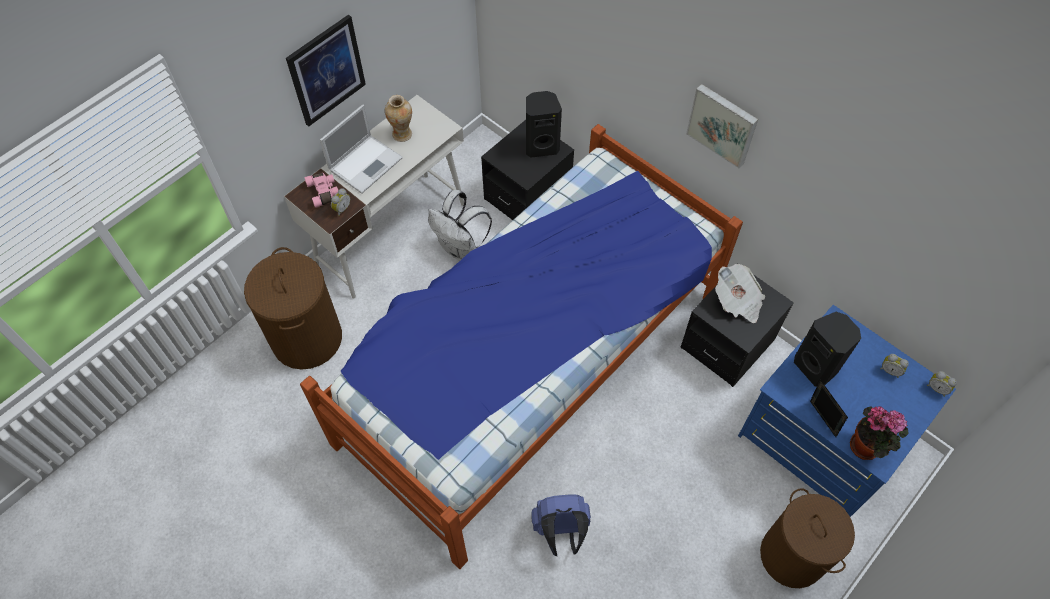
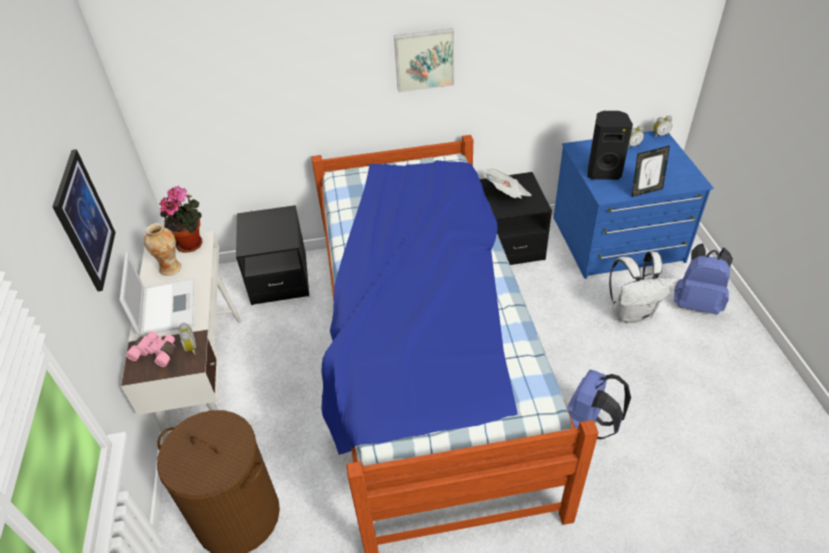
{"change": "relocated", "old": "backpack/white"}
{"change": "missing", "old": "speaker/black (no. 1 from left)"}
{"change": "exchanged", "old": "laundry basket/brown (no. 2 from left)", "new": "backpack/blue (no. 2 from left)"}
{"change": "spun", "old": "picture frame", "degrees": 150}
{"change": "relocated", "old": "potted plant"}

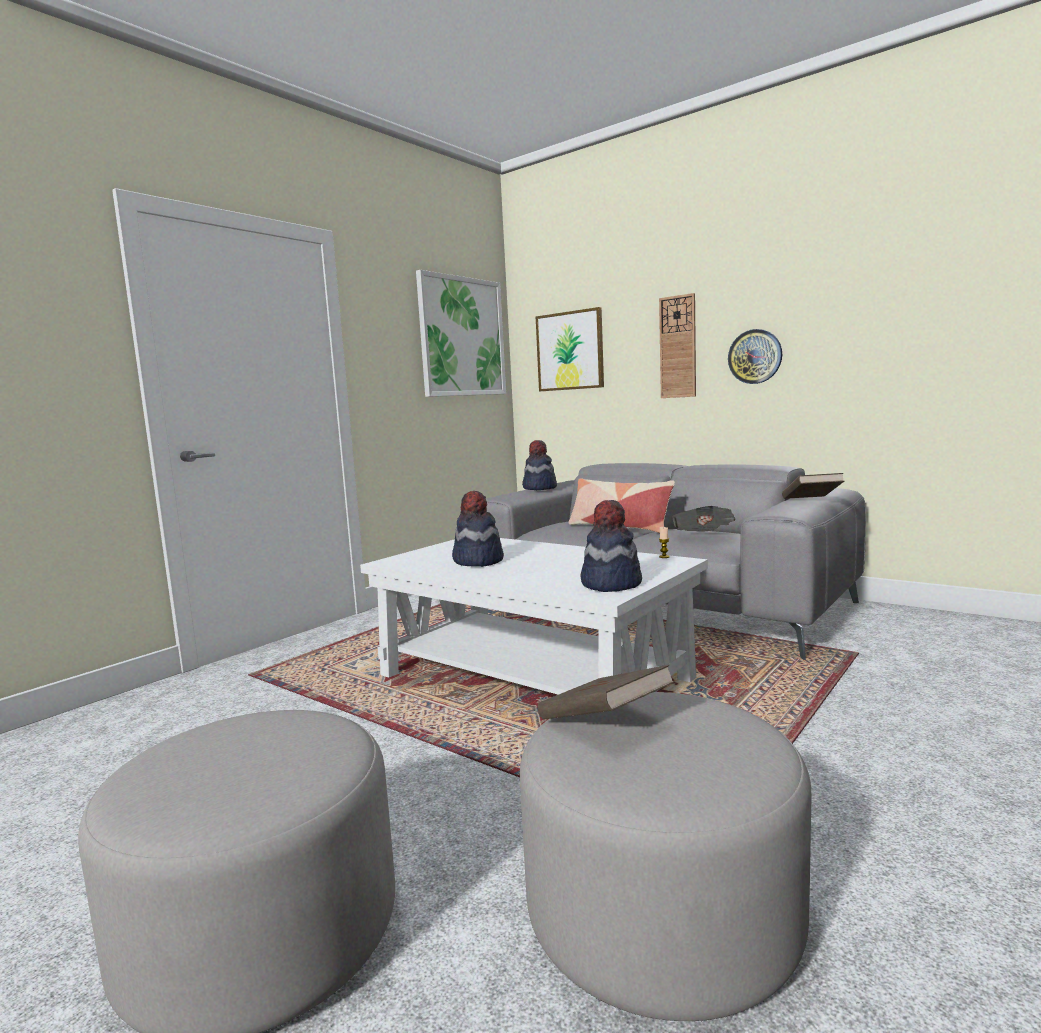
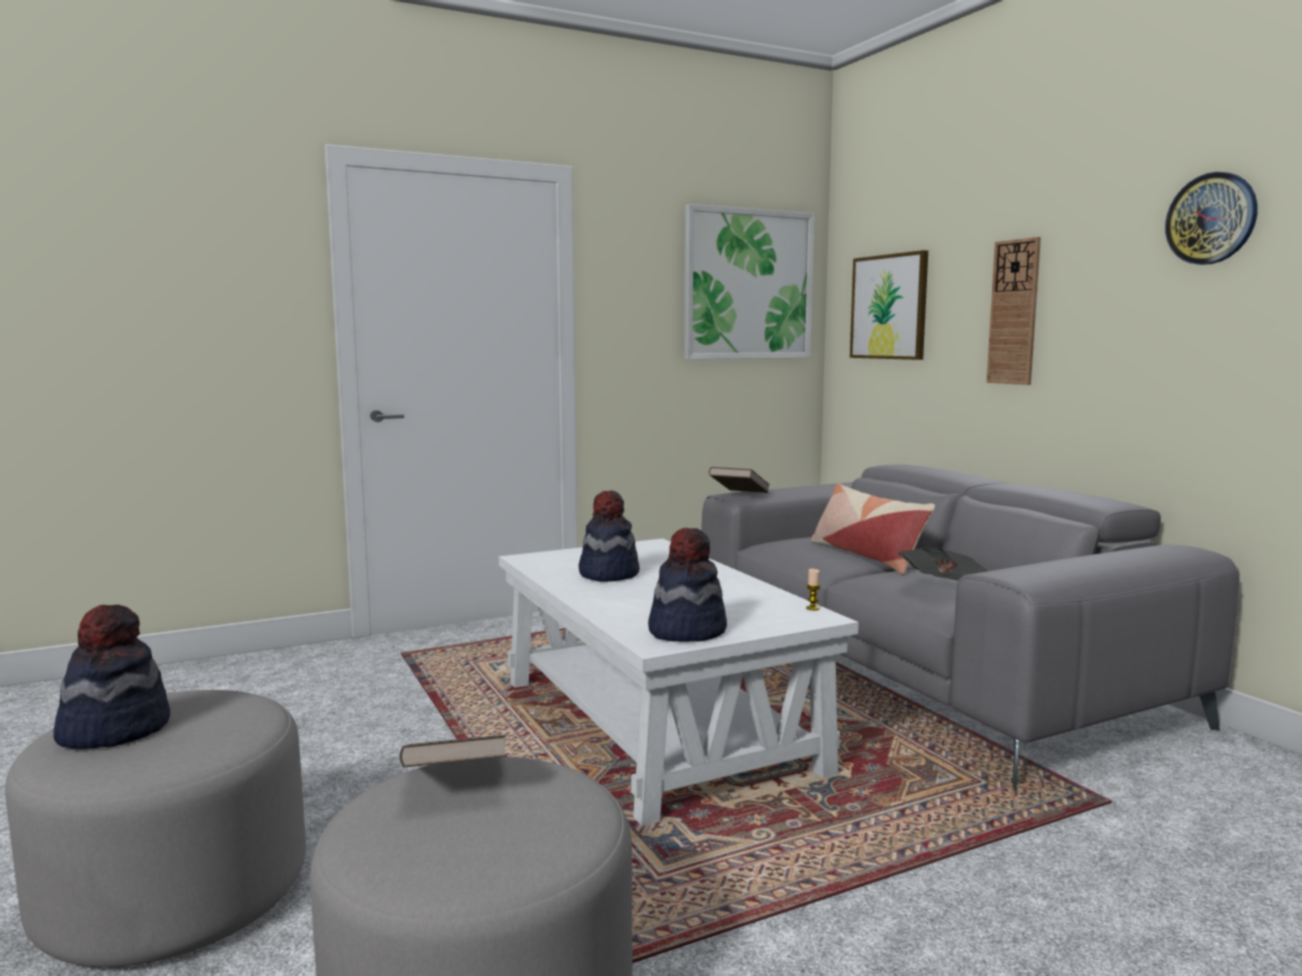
{"change": "relocated", "old": "hat (no. 2 from left in the first image)", "new": "hat (no. 1 from left)"}
{"change": "relocated", "old": "wall clock (no. 2 from left)"}
{"change": "relocated", "old": "book/brown (no. 2 from left)"}

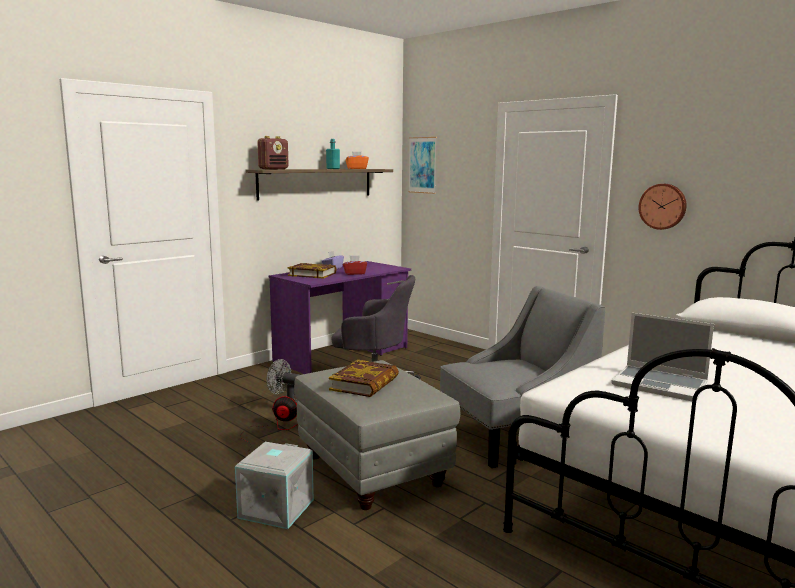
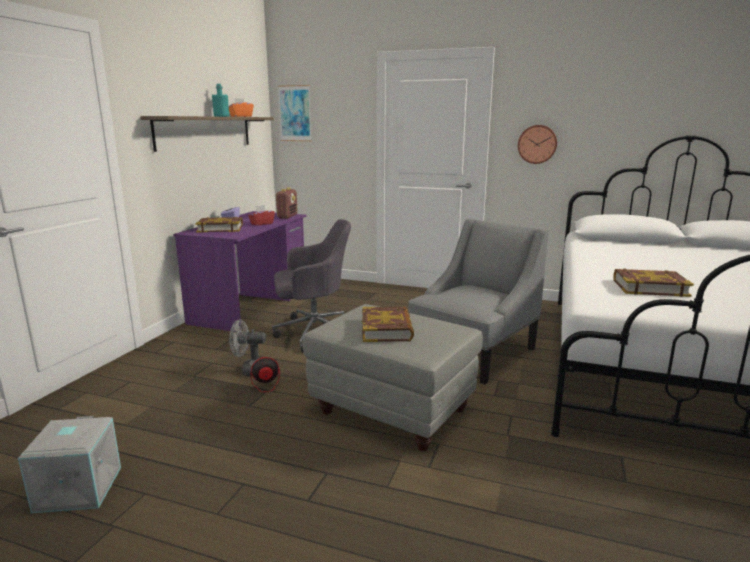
{"change": "relocated", "old": "storage box/grey"}
{"change": "relocated", "old": "radio"}
{"change": "exchanged", "old": "laptop", "new": "book (no. 3 from left)"}

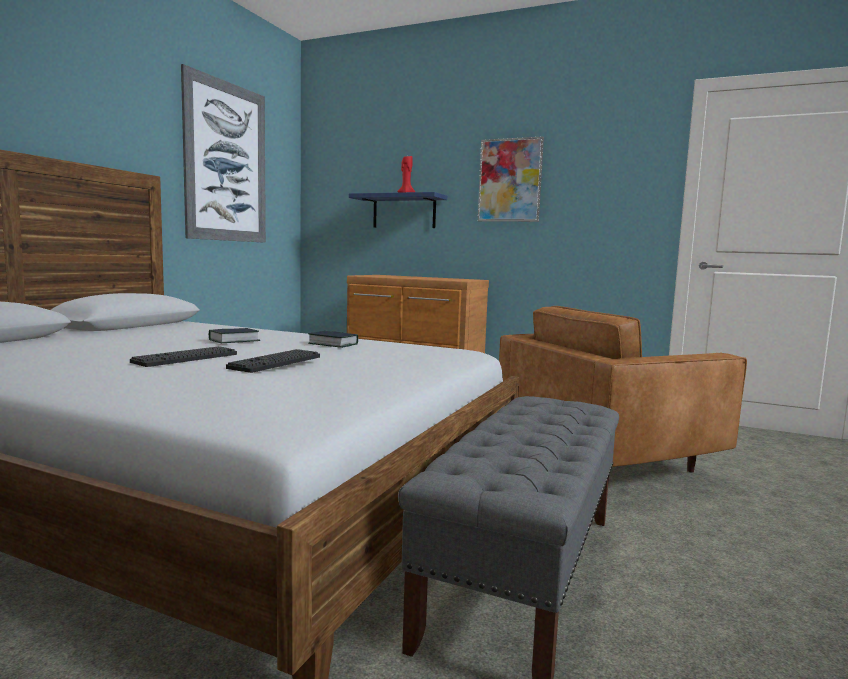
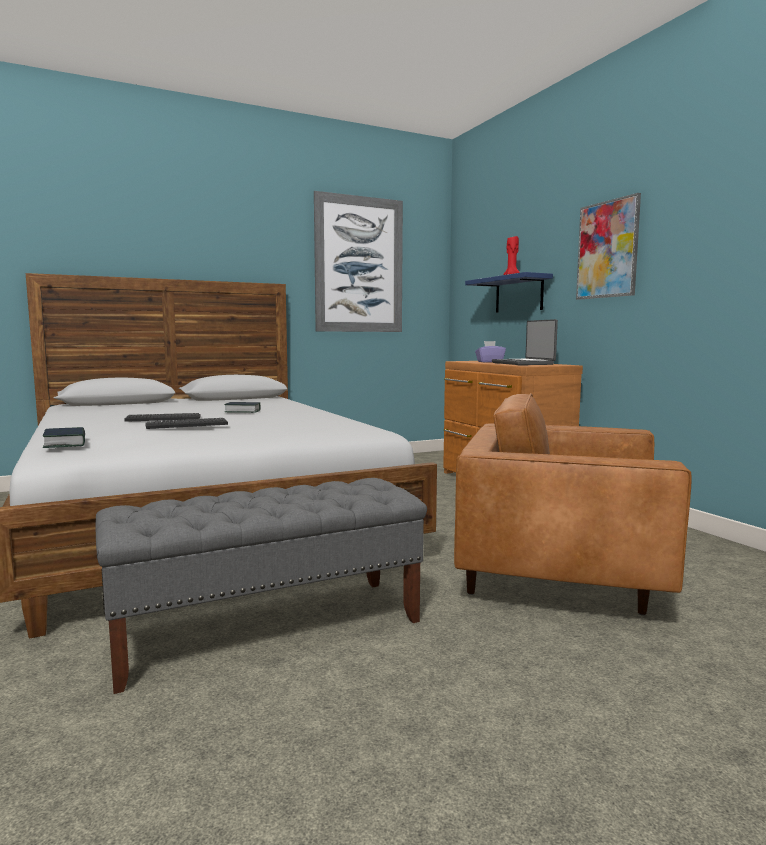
{"change": "relocated", "old": "book (no. 2 from left in the first image)", "new": "book (no. 1 from left)"}
{"change": "appeared", "new": "tissue box/purple"}
{"change": "appeared", "new": "laptop"}

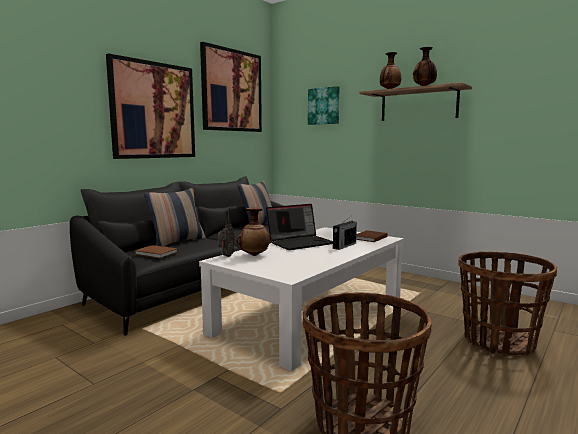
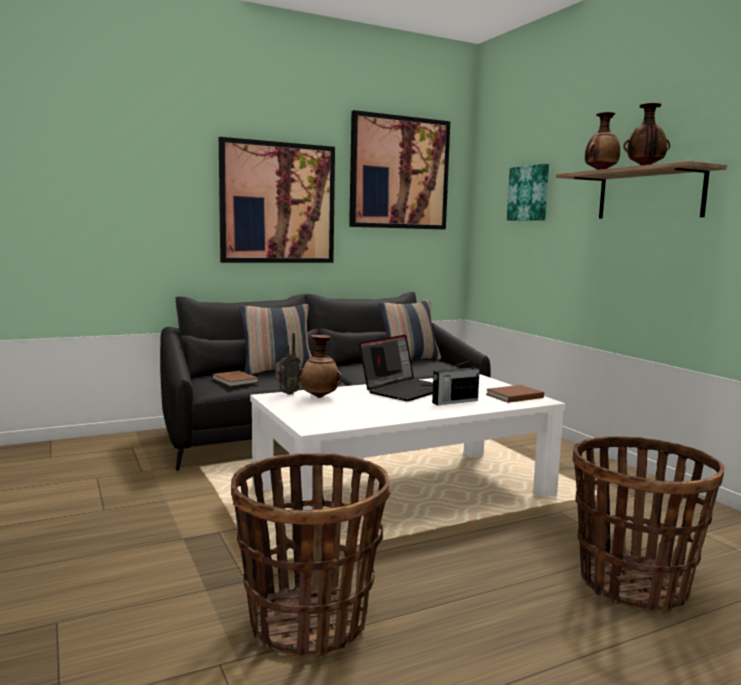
{"change": "spun", "old": "laptop", "degrees": -45}

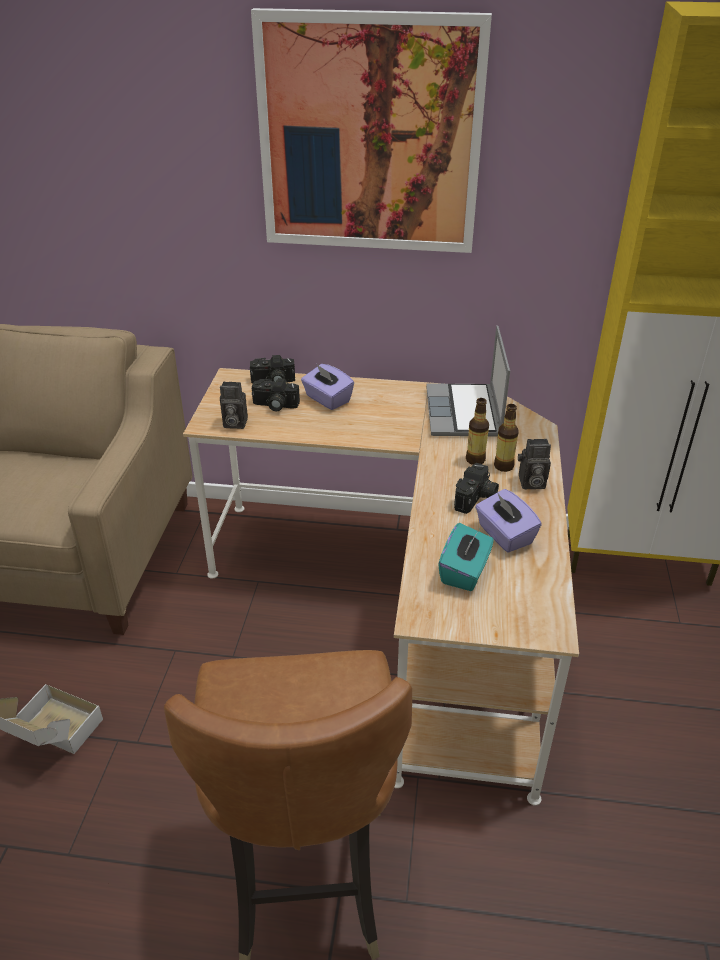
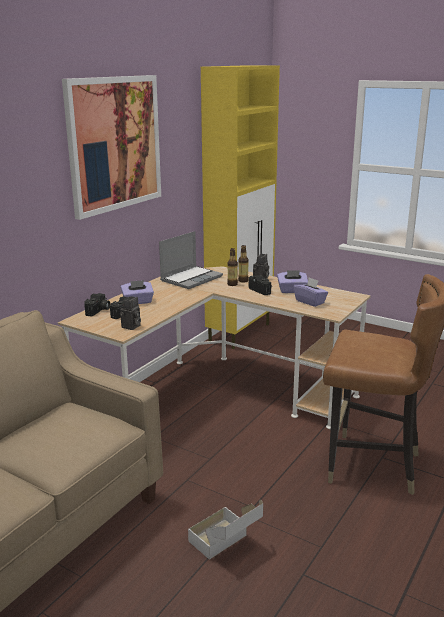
{"change": "spun", "old": "laptop", "degrees": -75}
{"change": "colour", "old": "tissue box/turquoise", "new": "tissue box/purple (no. 3 from left)"}

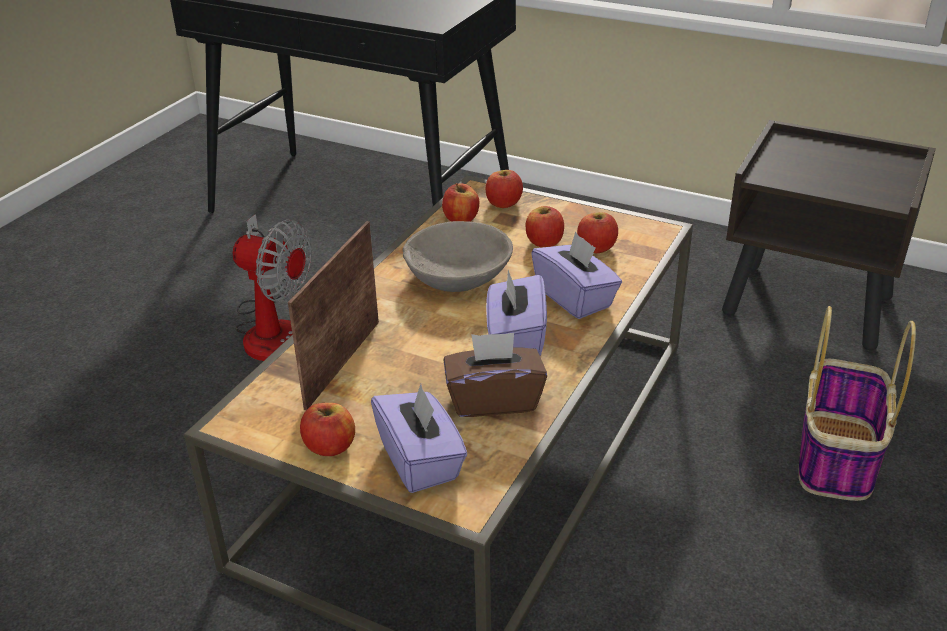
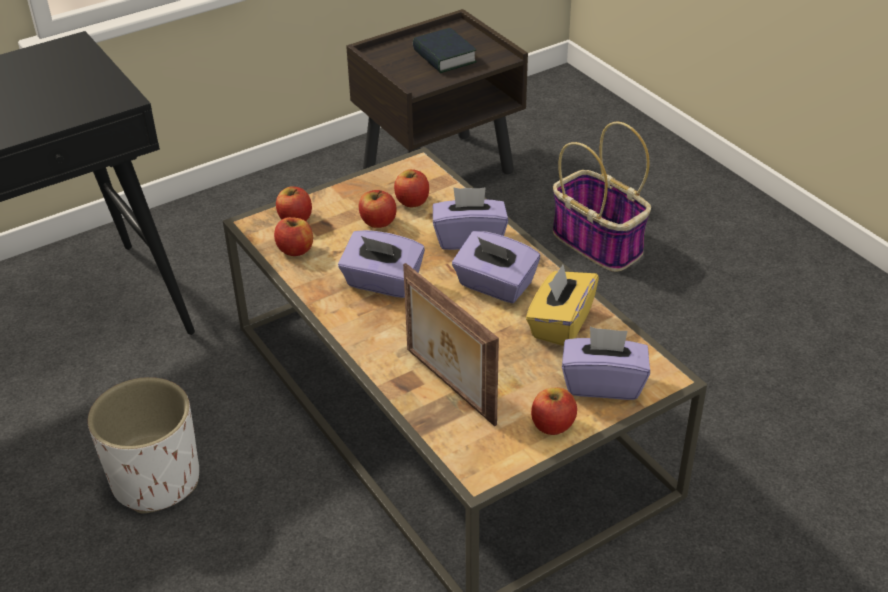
{"change": "exchanged", "old": "fan", "new": "planter/white"}
{"change": "exchanged", "old": "bowl/grey", "new": "tissue box/purple (no. 1 from left)"}
{"change": "colour", "old": "tissue box/brown", "new": "tissue box/yellow"}
{"change": "appeared", "new": "book"}

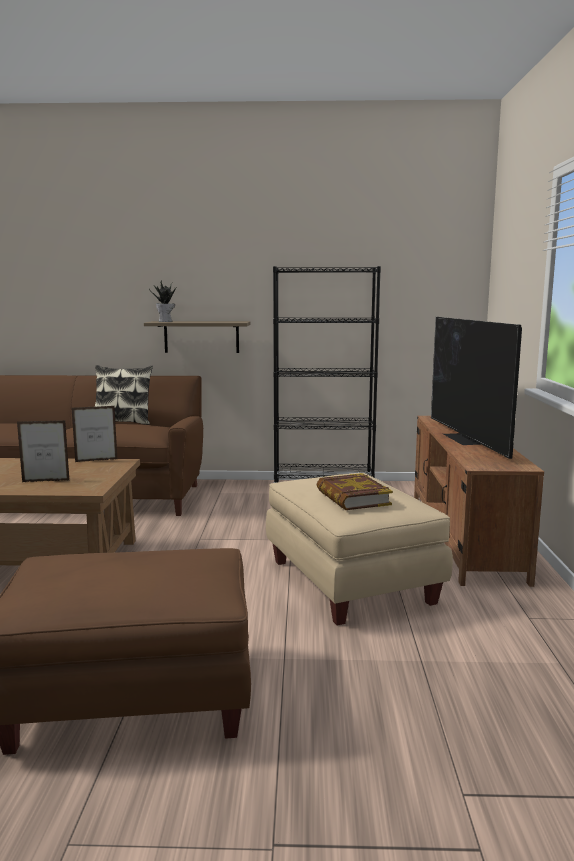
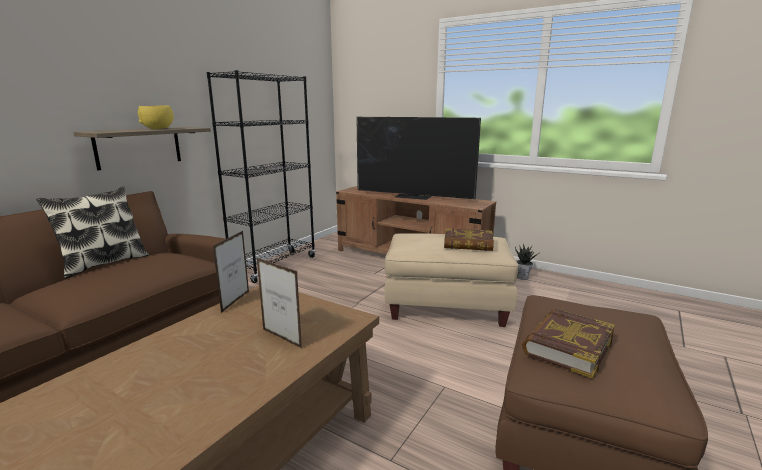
{"change": "spun", "old": "picture frame (no. 1 from left in the first image)", "degrees": 105}
{"change": "relocated", "old": "potted plant"}
{"change": "appeared", "new": "bowl/yellow"}
{"change": "appeared", "new": "book (no. 2 from left)"}

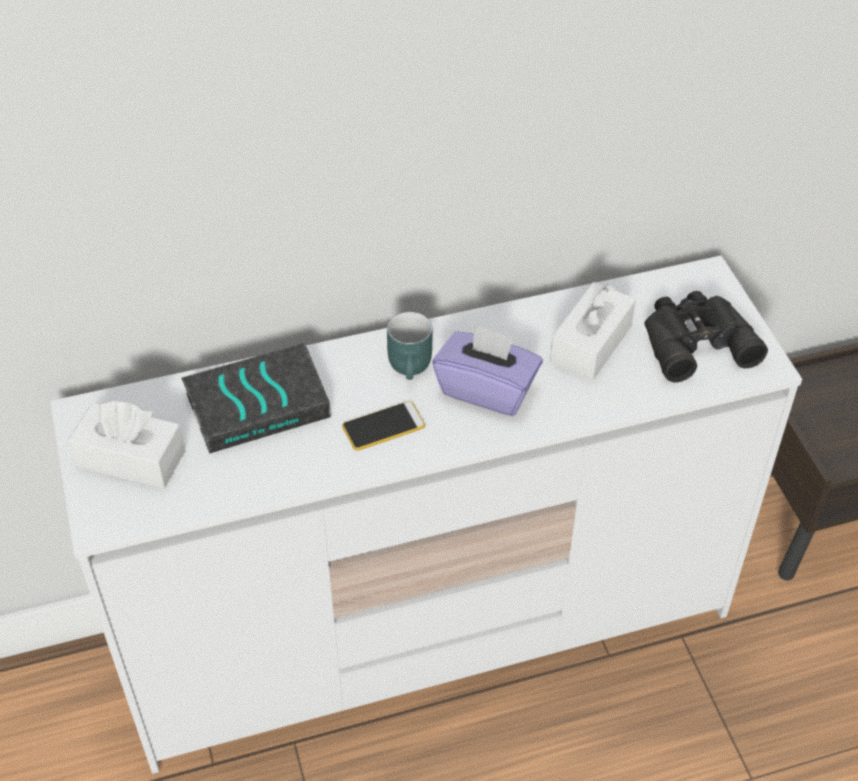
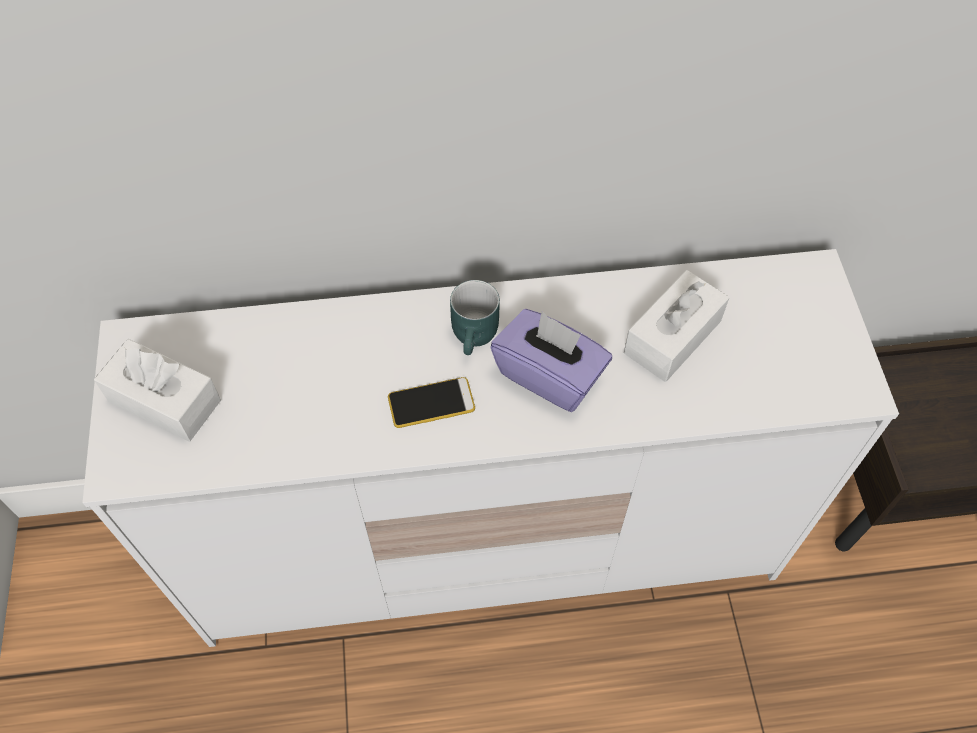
{"change": "missing", "old": "book"}
{"change": "missing", "old": "binoculars/black"}

